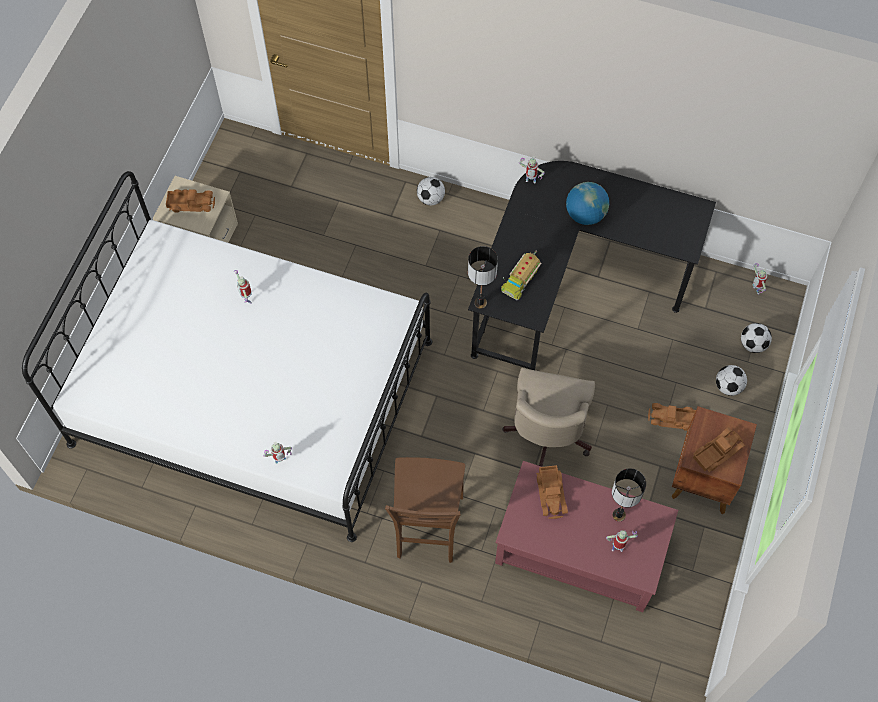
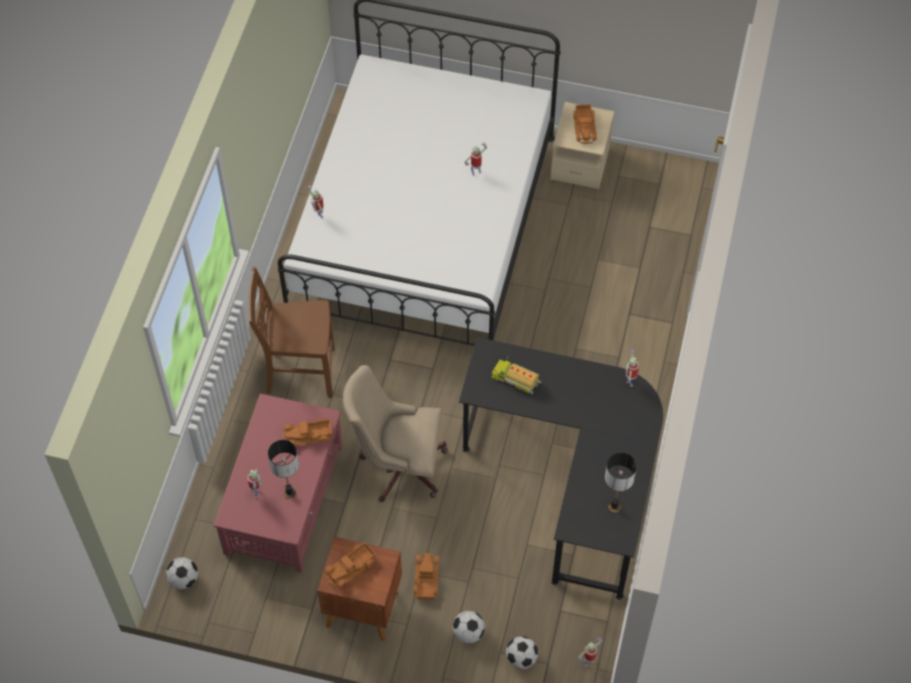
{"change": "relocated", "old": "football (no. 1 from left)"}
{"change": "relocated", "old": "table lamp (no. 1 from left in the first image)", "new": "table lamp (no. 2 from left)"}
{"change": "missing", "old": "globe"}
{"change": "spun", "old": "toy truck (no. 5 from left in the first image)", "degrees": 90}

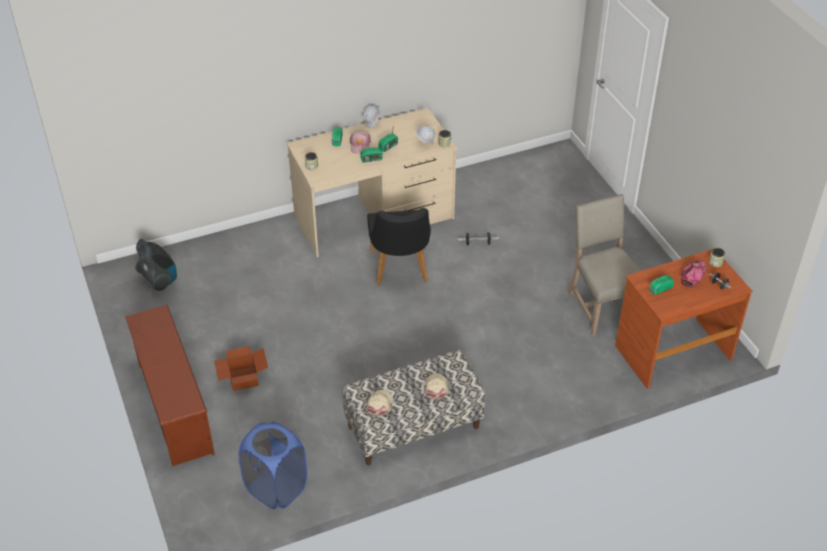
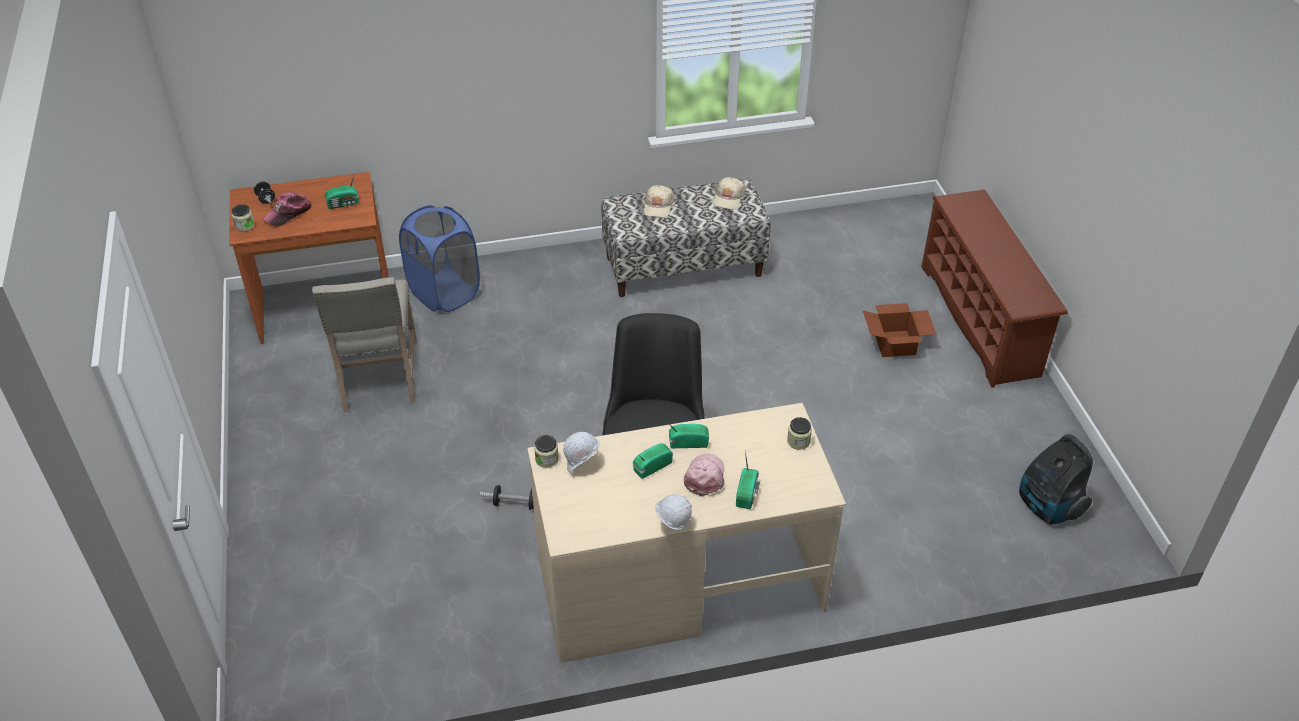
{"change": "relocated", "old": "laundry basket/blue"}

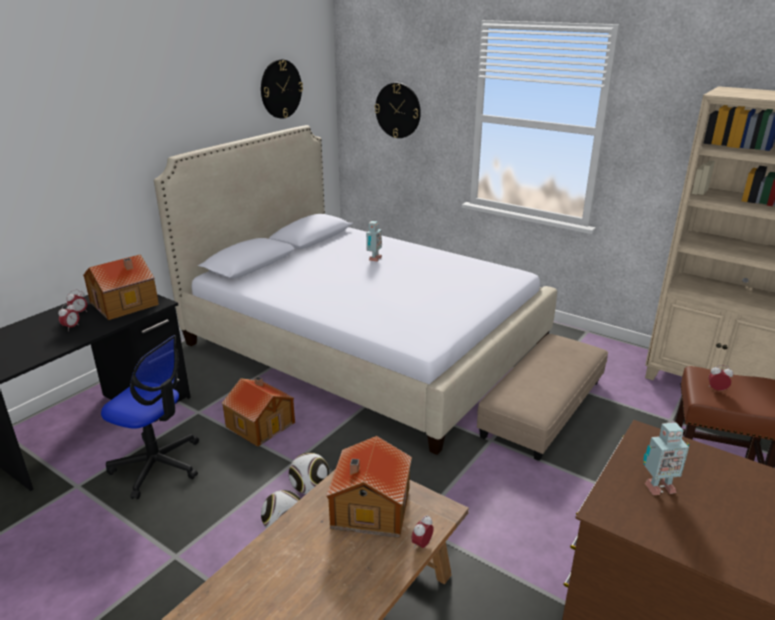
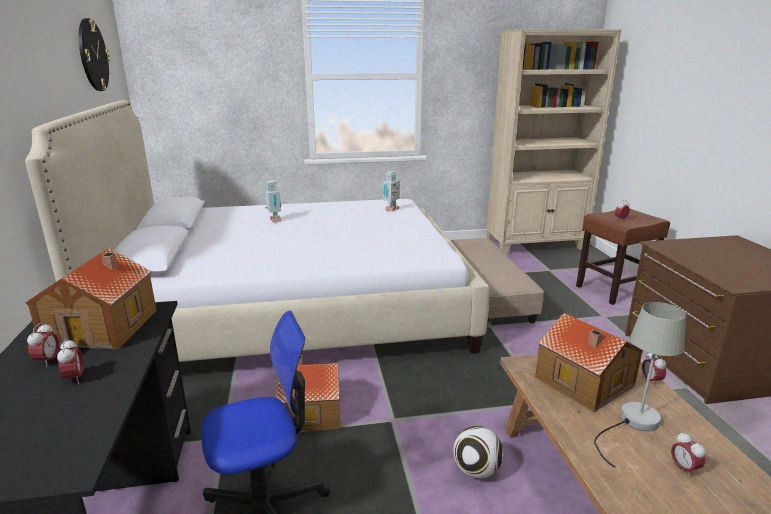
{"change": "missing", "old": "football (no. 2 from left)"}
{"change": "missing", "old": "wall clock (no. 2 from left)"}
{"change": "relocated", "old": "toy robot (no. 2 from left)"}
{"change": "appeared", "new": "table lamp/grey"}
{"change": "appeared", "new": "alarm clock (no. 5 from left)"}

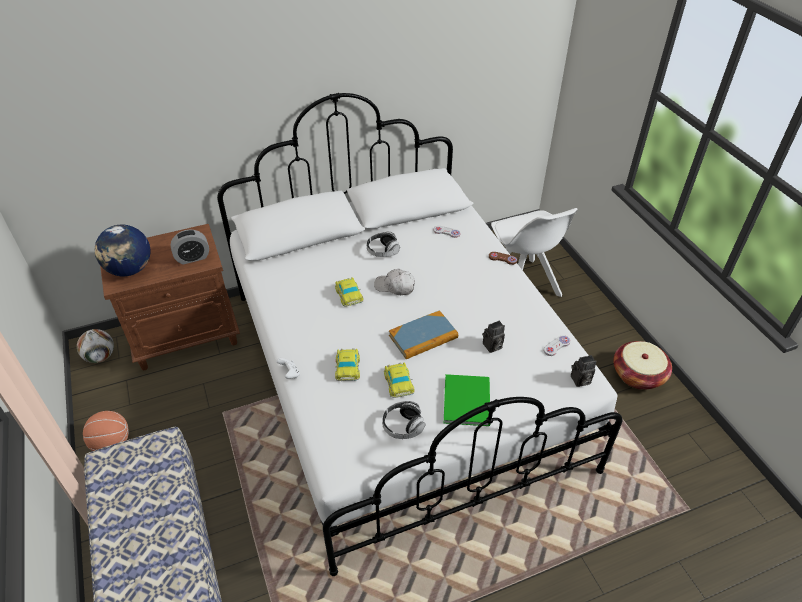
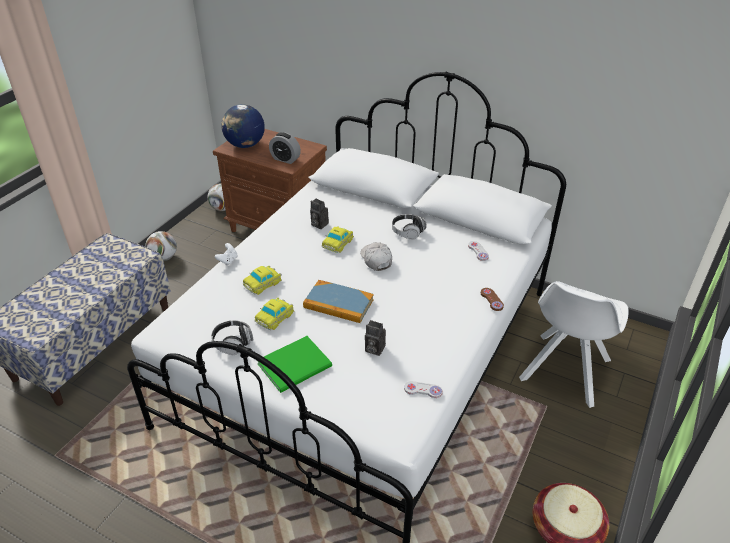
{"change": "exchanged", "old": "basketball", "new": "football (no. 1 from left)"}
{"change": "relocated", "old": "photo camera (no. 2 from left in the first image)", "new": "photo camera (no. 1 from left)"}

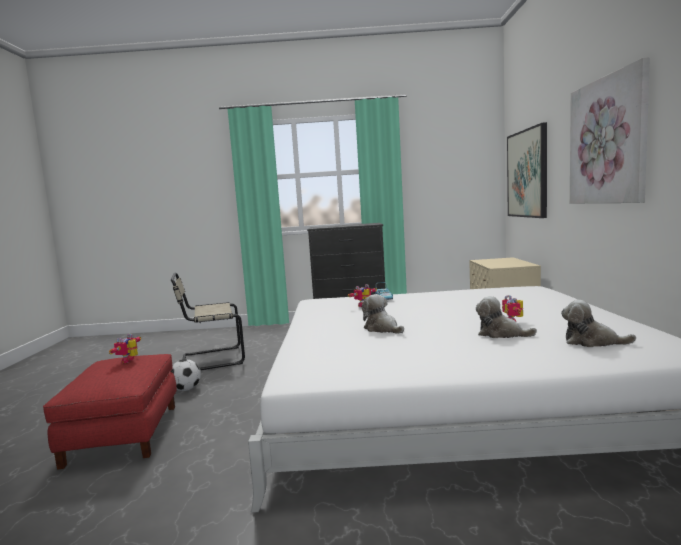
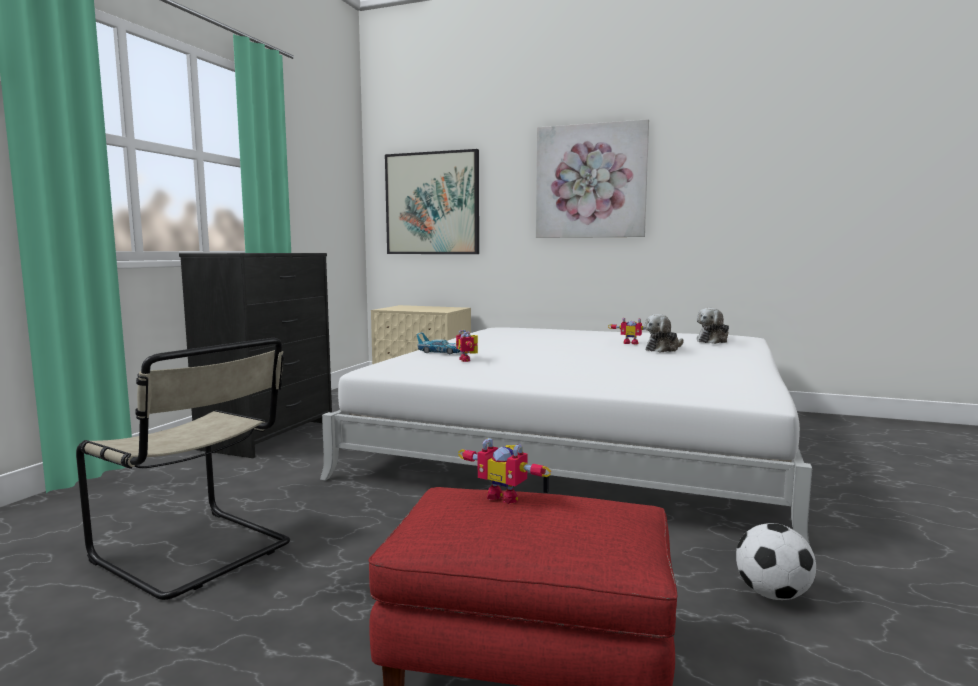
{"change": "spun", "old": "chair/beige", "degrees": -60}
{"change": "relocated", "old": "football"}
{"change": "missing", "old": "plush toy (no. 1 from left)"}

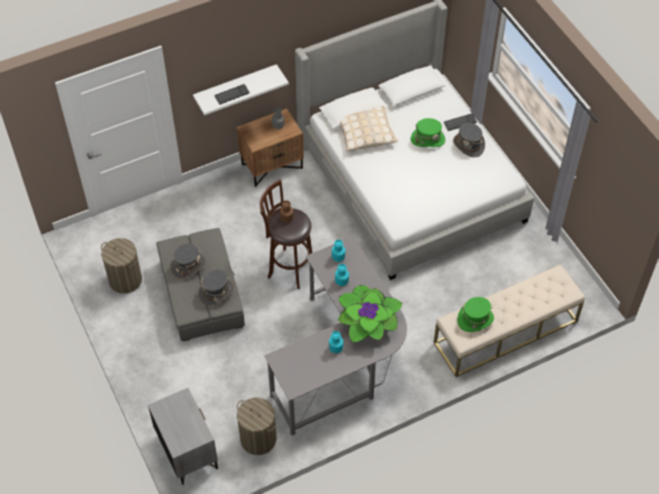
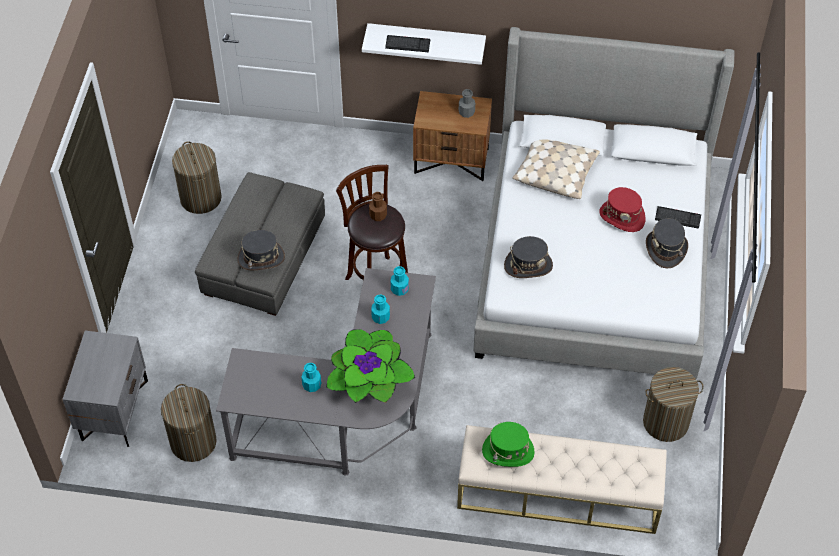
{"change": "relocated", "old": "hat/grey (no. 1 from left in the first image)", "new": "hat/grey (no. 2 from left)"}
{"change": "colour", "old": "hat/green (no. 1 from left)", "new": "hat/red"}
{"change": "appeared", "new": "laundry basket (no. 3 from left)"}

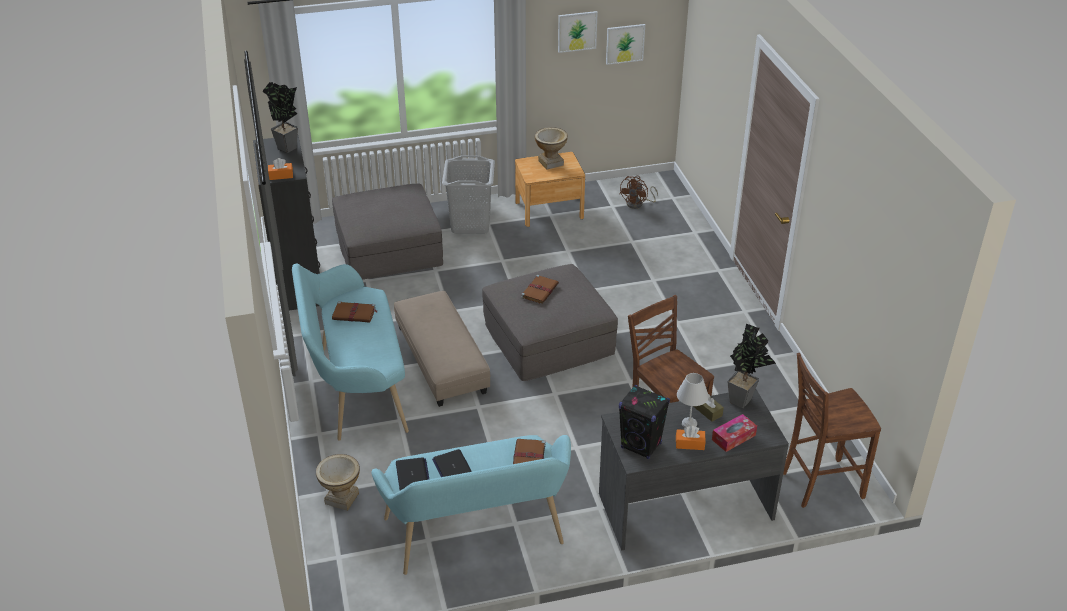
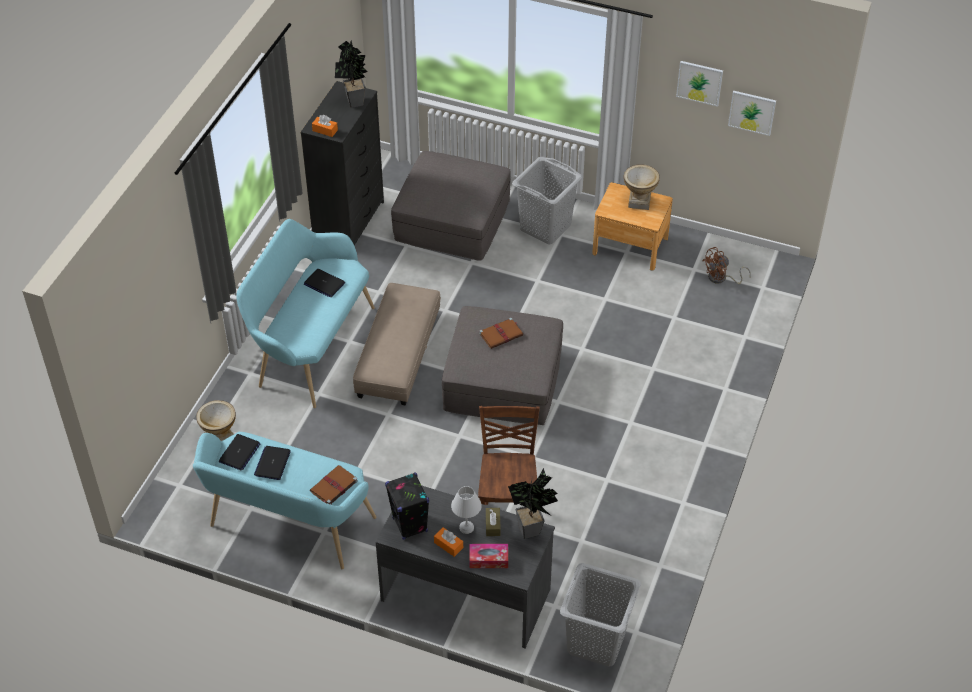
{"change": "exchanged", "old": "book/brown (no. 1 from left)", "new": "laptop (no. 3 from left)"}
{"change": "exchanged", "old": "chair/brown (no. 2 from left)", "new": "laundry basket/grey (no. 2 from left)"}

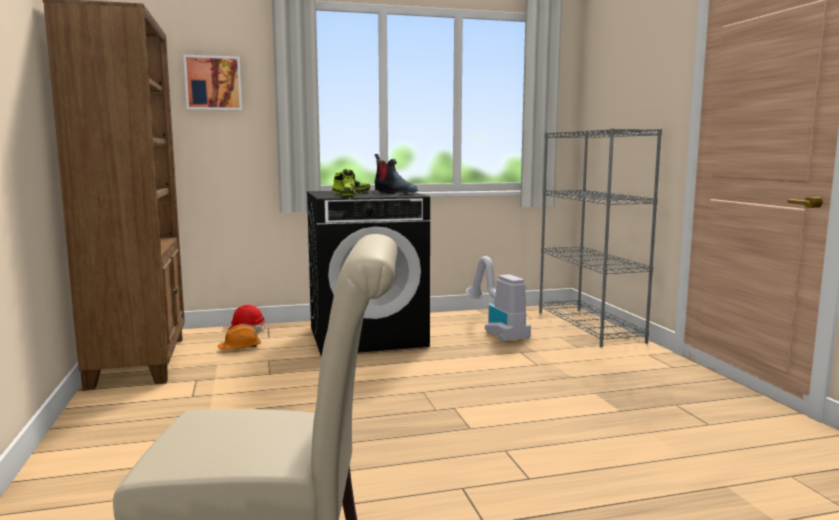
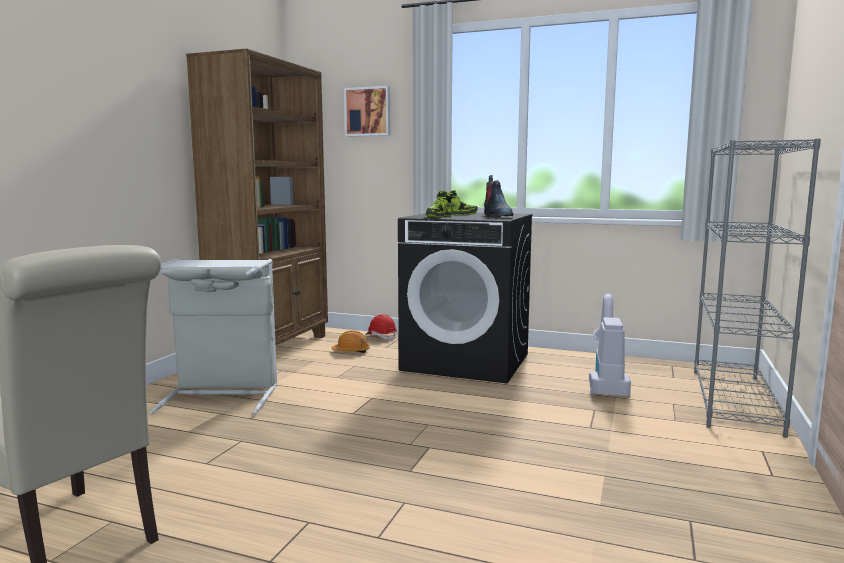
{"change": "appeared", "new": "laundry basket/grey"}

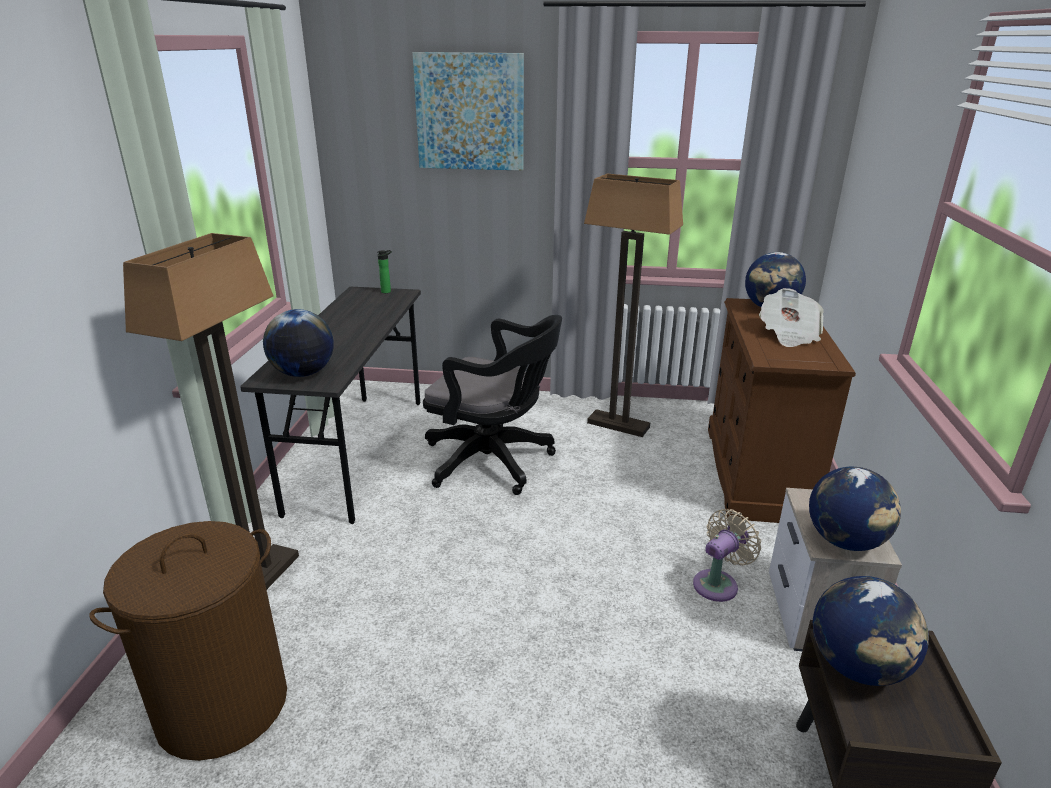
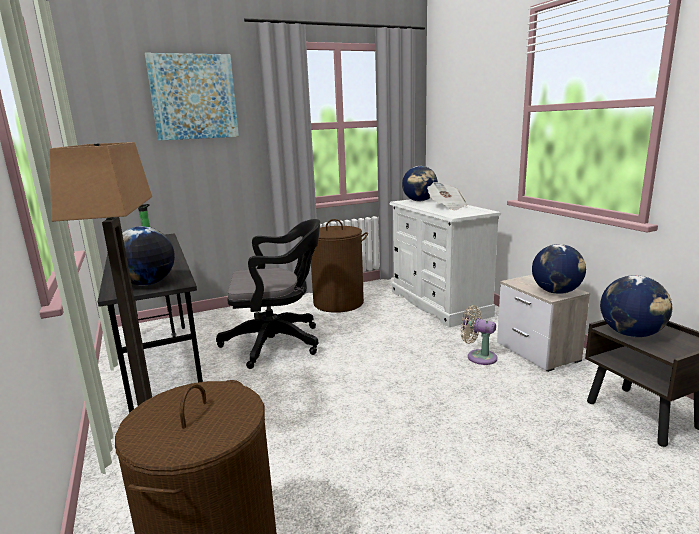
{"change": "exchanged", "old": "floor lamp (no. 2 from left)", "new": "laundry basket/brown (no. 2 from left)"}
{"change": "spun", "old": "fan/beige", "degrees": -75}
{"change": "colour", "old": "dresser/brown", "new": "dresser/white"}

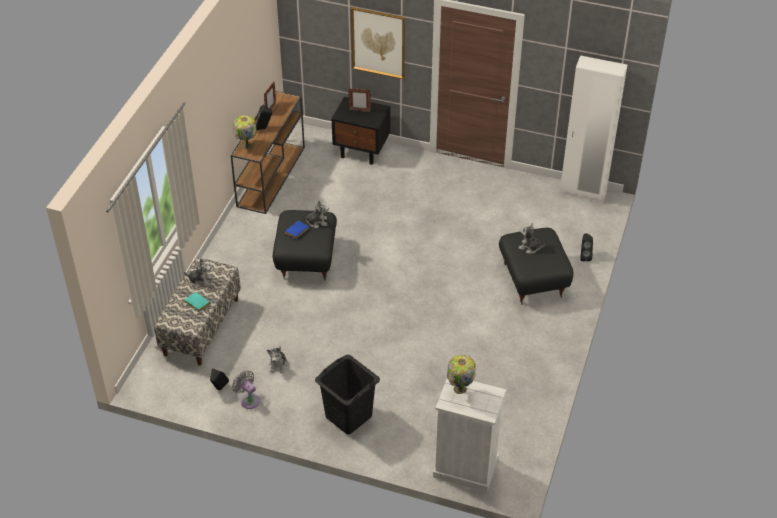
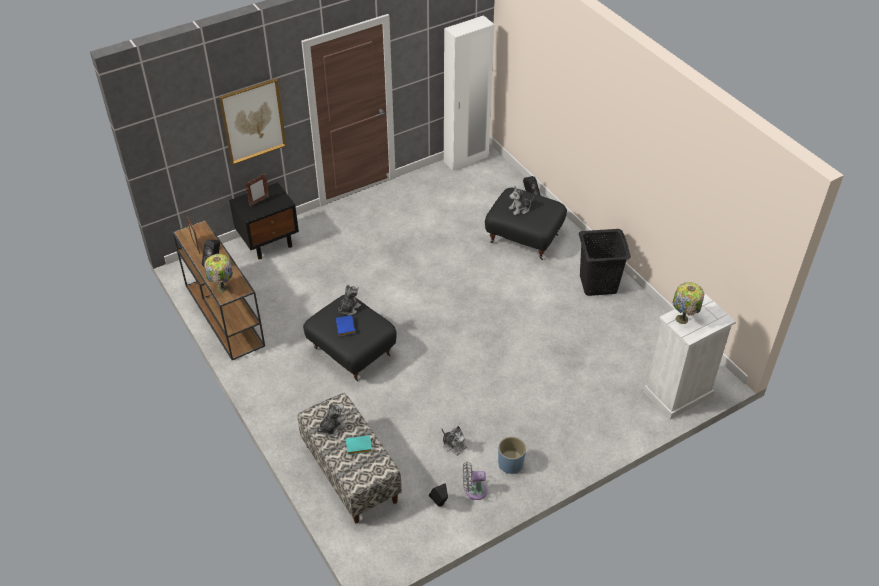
{"change": "relocated", "old": "laundry basket/black"}
{"change": "appeared", "new": "planter/blue"}

